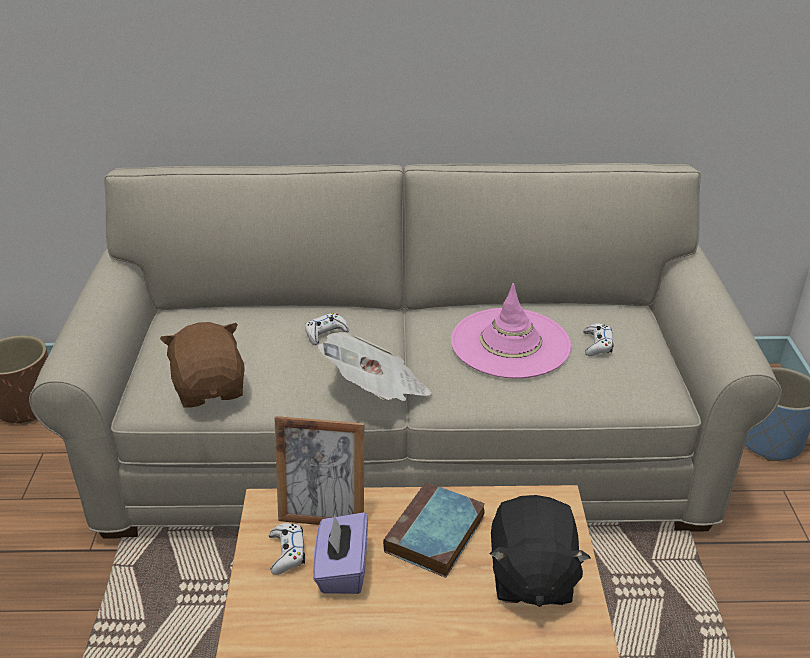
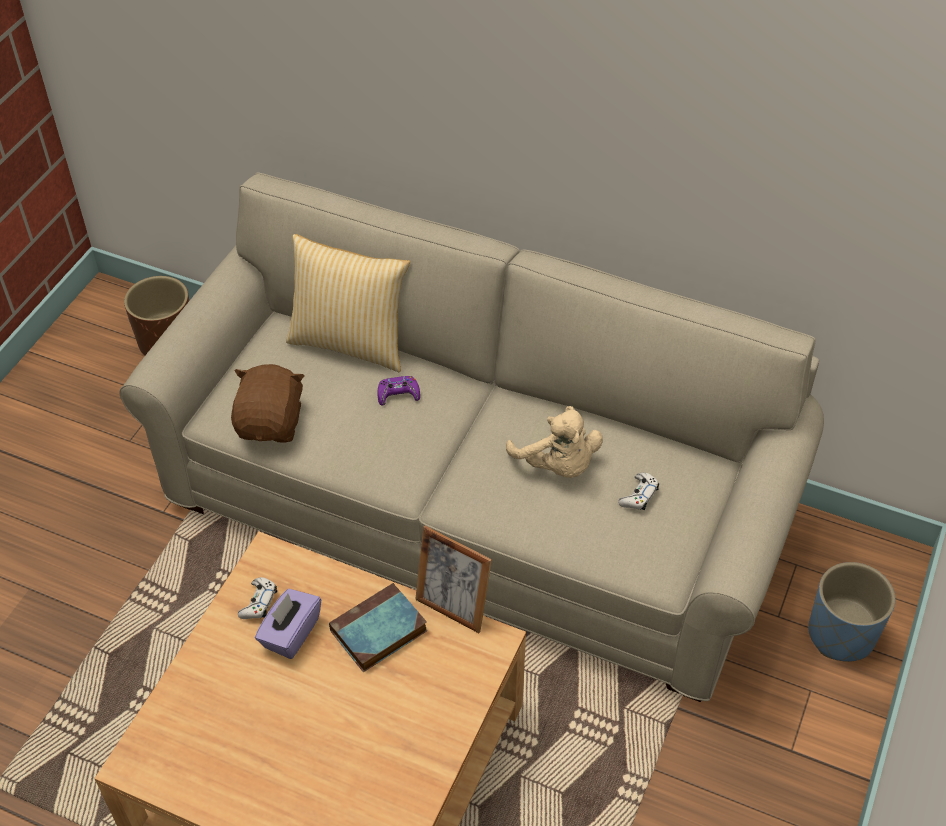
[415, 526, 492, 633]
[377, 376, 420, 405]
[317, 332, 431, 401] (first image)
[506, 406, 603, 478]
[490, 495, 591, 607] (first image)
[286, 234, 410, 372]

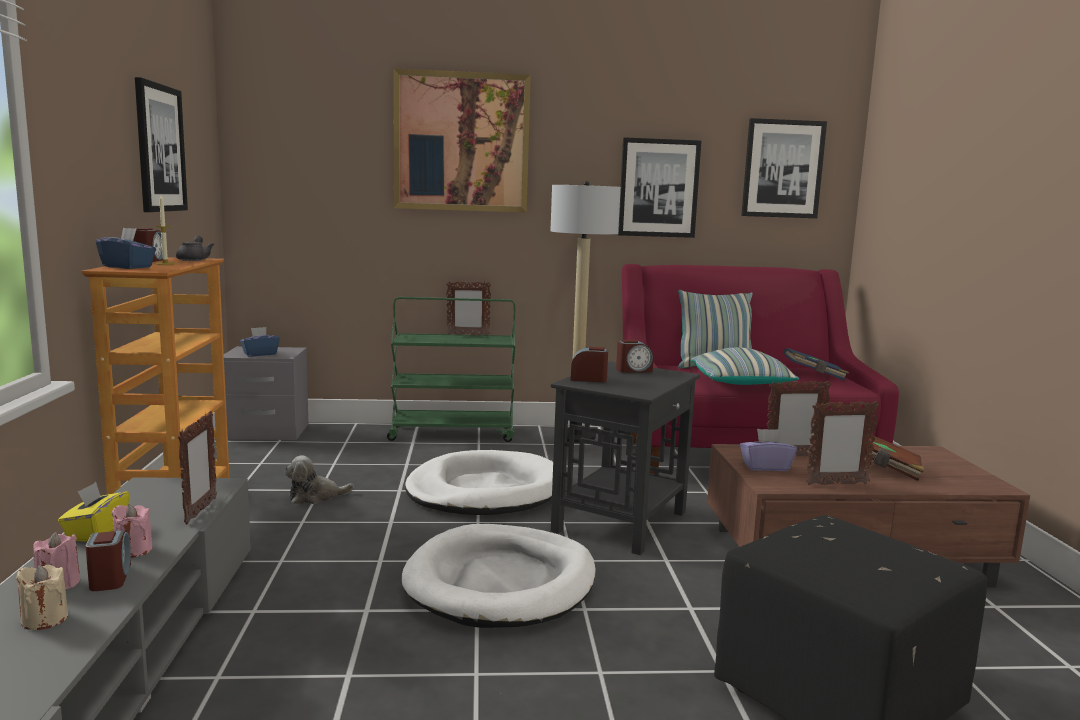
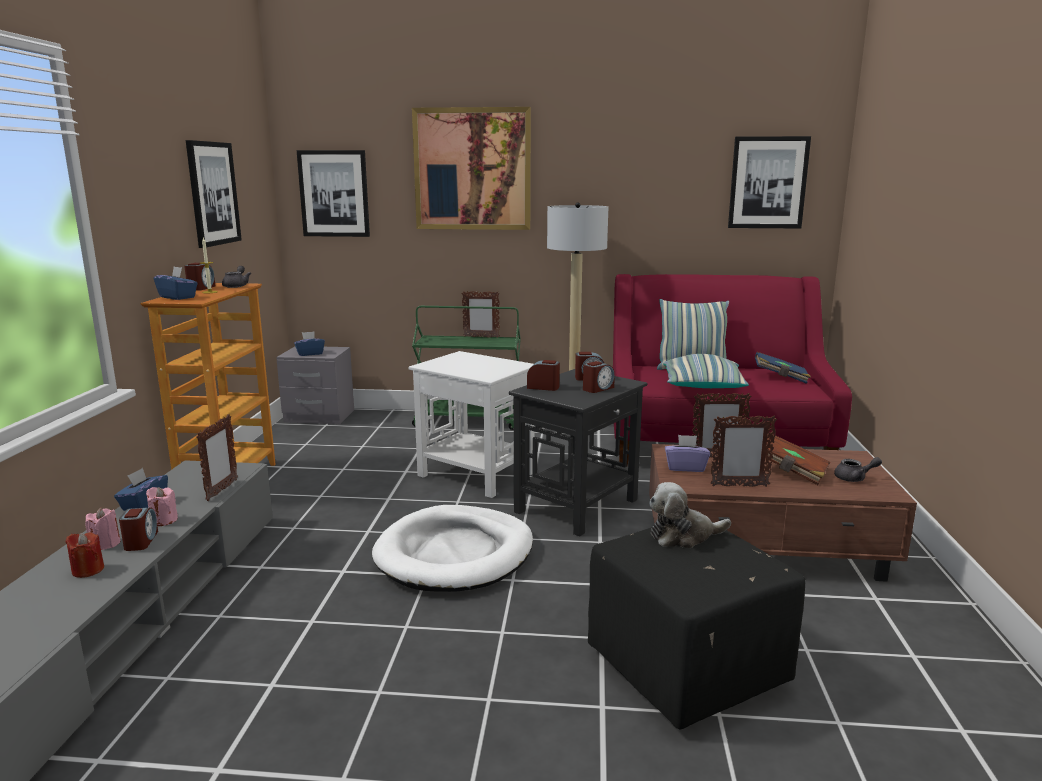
[65, 532, 104, 578]
[114, 468, 168, 511]
[649, 482, 731, 548]
[408, 351, 534, 498]
[297, 150, 370, 237]
[583, 361, 615, 393]
[834, 457, 882, 482]

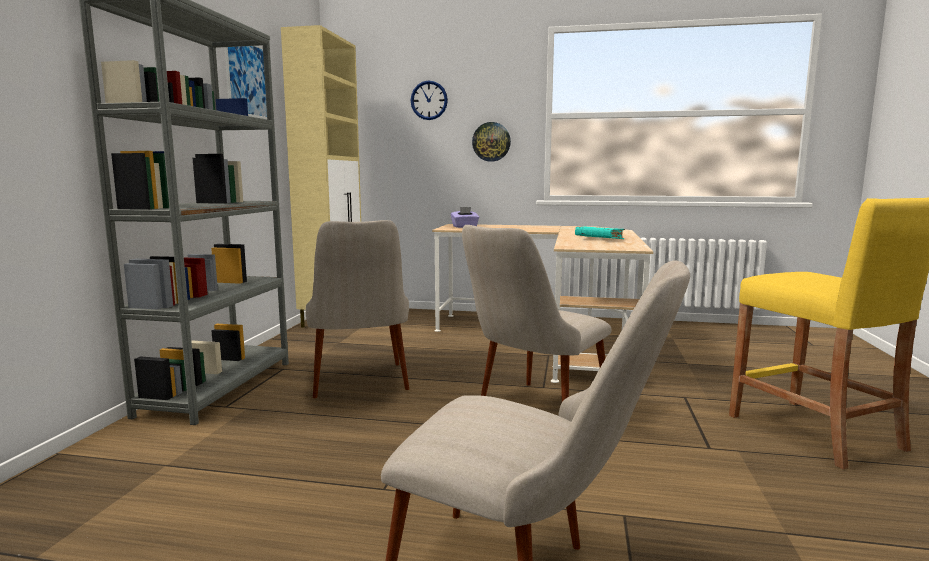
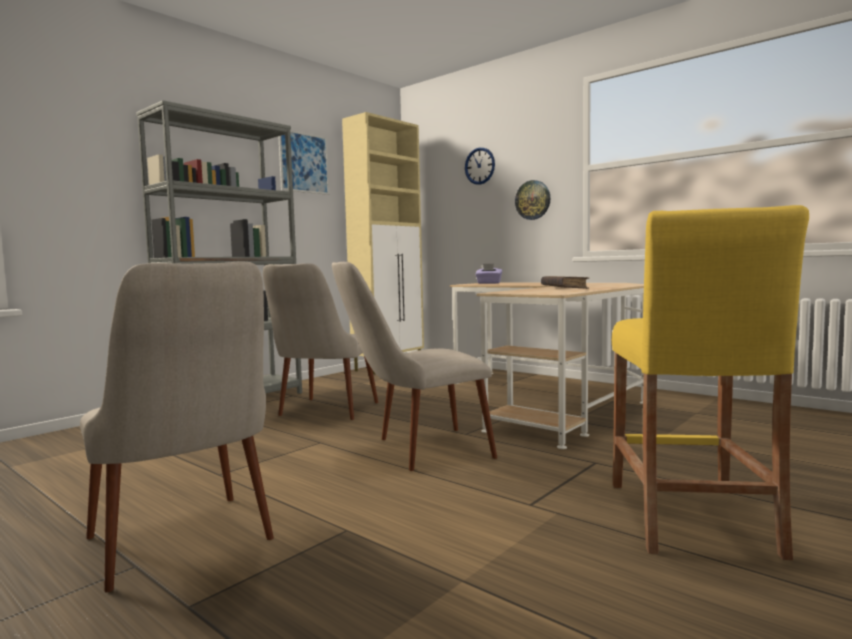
[541, 276, 589, 289]

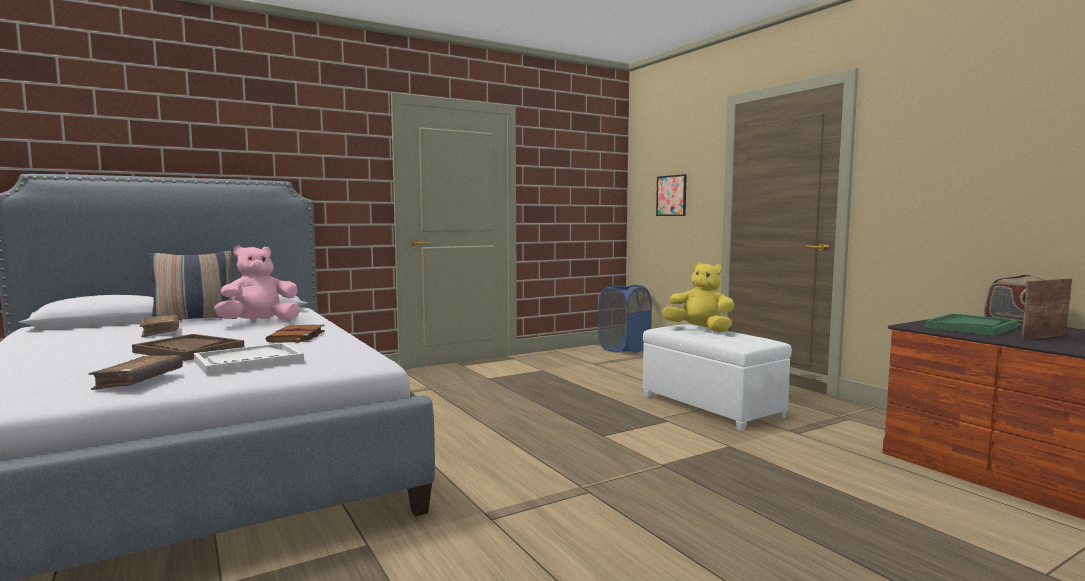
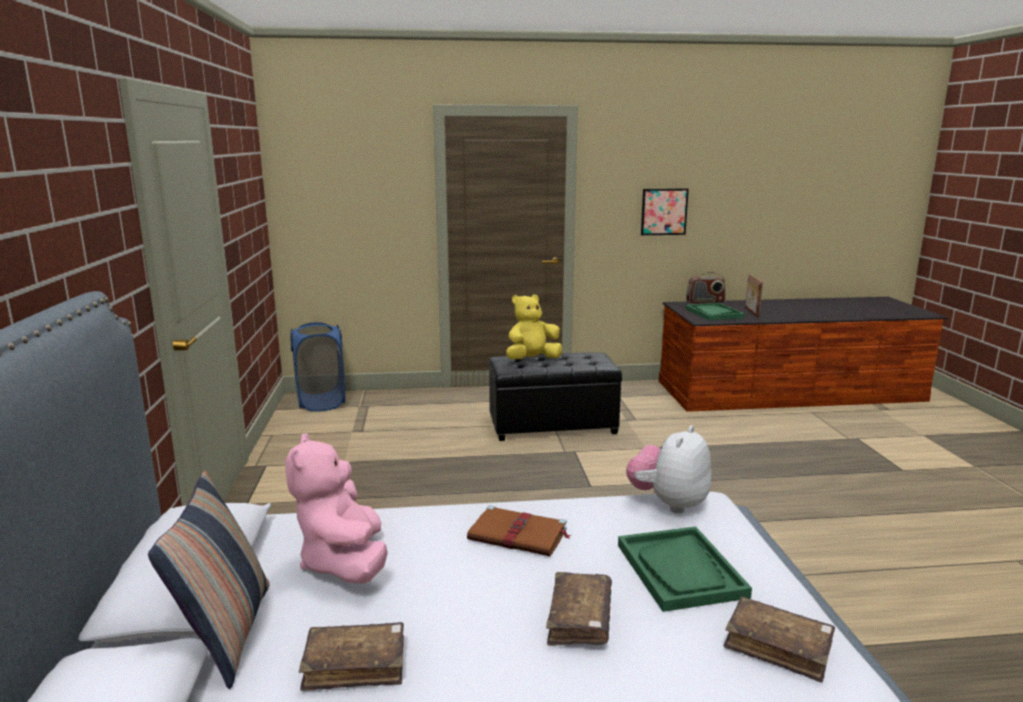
[546, 572, 612, 646]
[618, 526, 752, 612]
[488, 352, 622, 441]
[641, 189, 689, 235]
[626, 426, 711, 514]

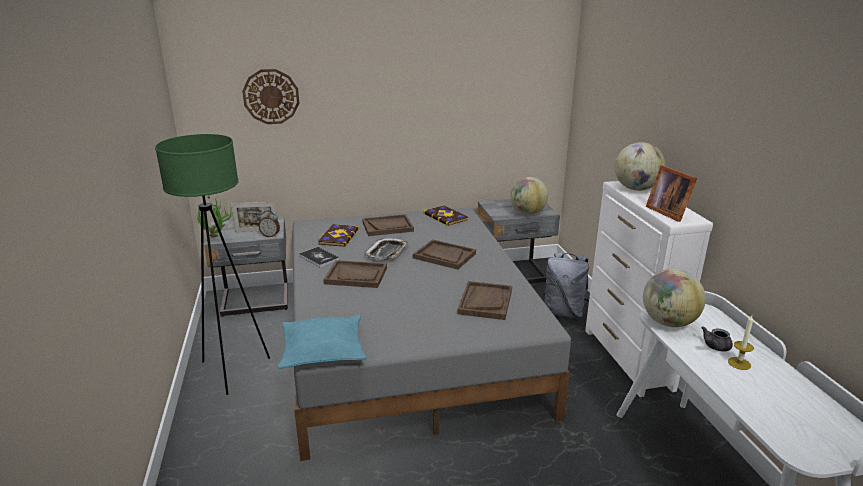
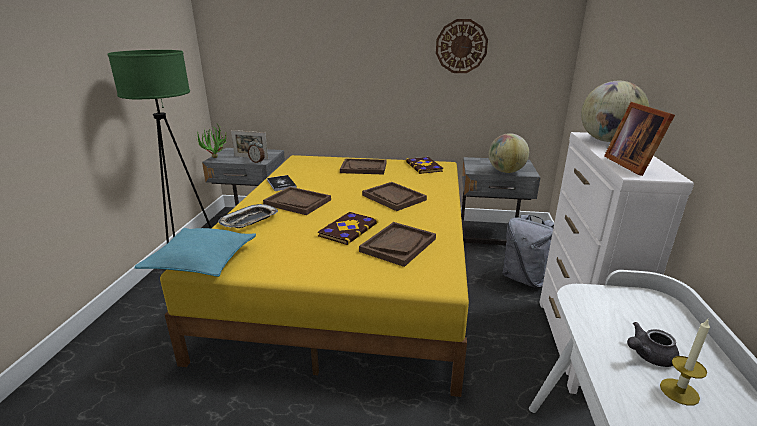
[436, 19, 488, 73]
[160, 155, 469, 397]
[318, 212, 378, 245]
[218, 204, 278, 228]
[643, 269, 706, 327] (first image)

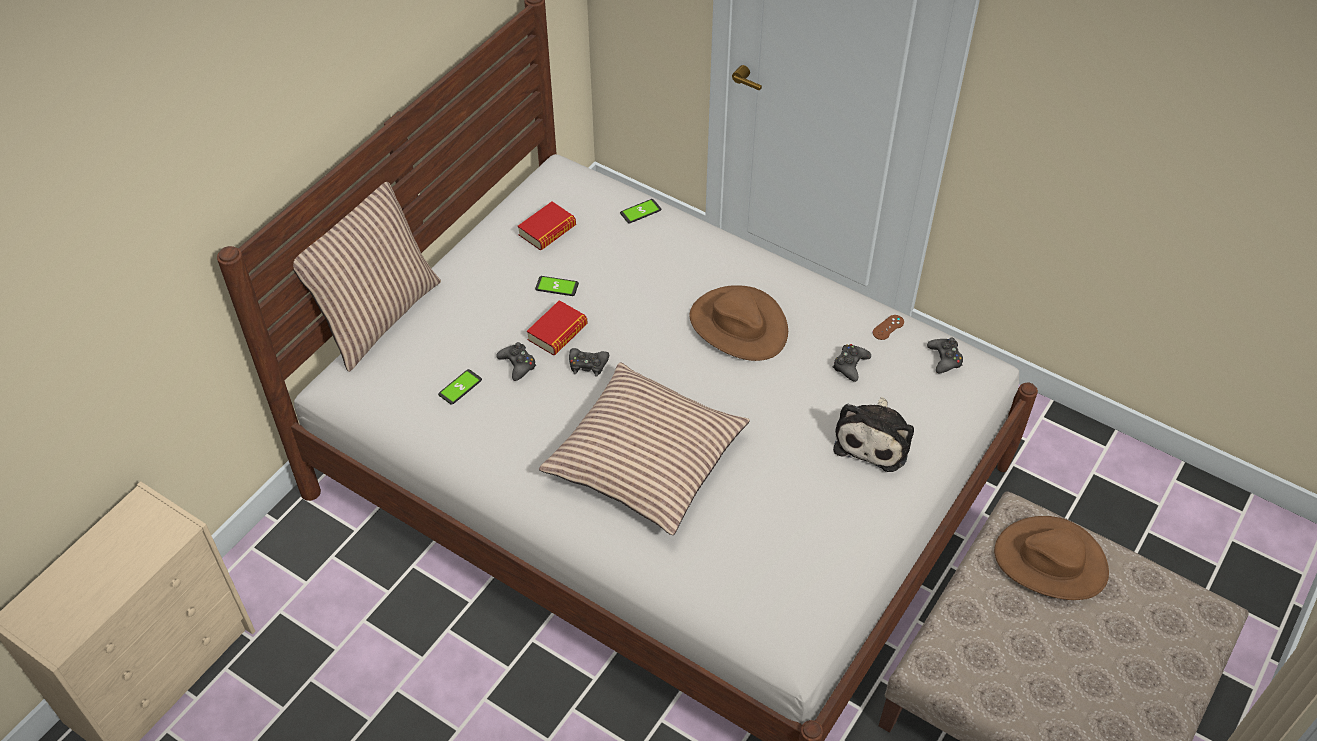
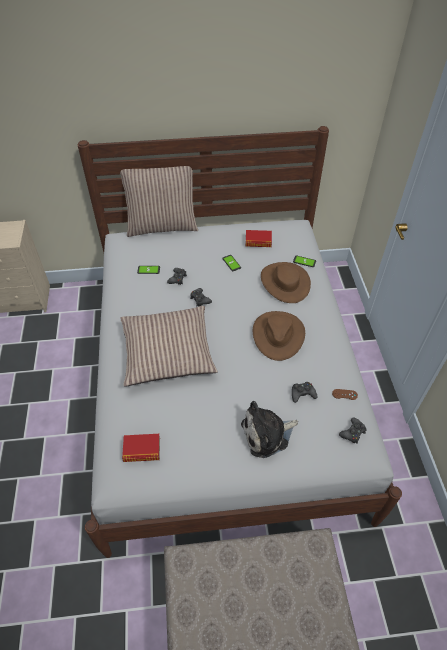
[122, 434, 160, 462]
[261, 262, 311, 303]

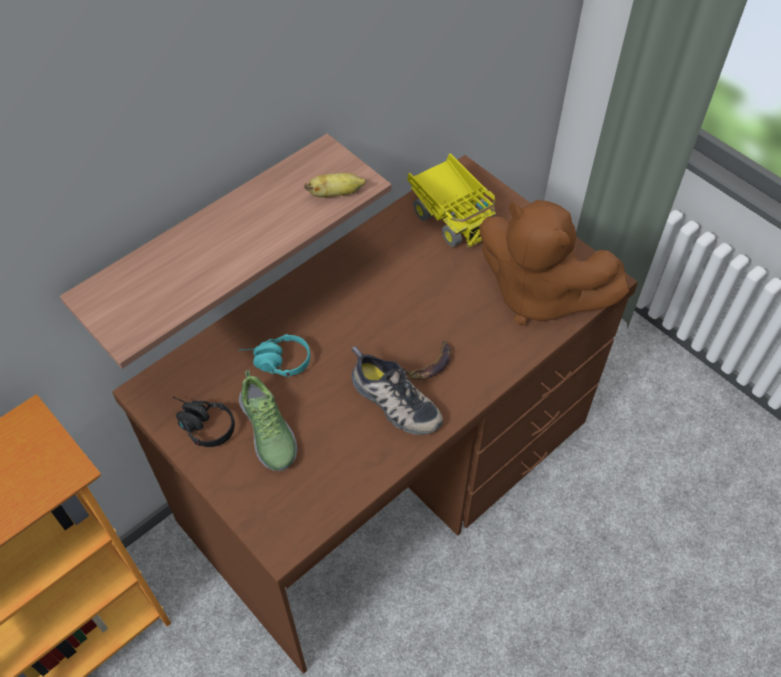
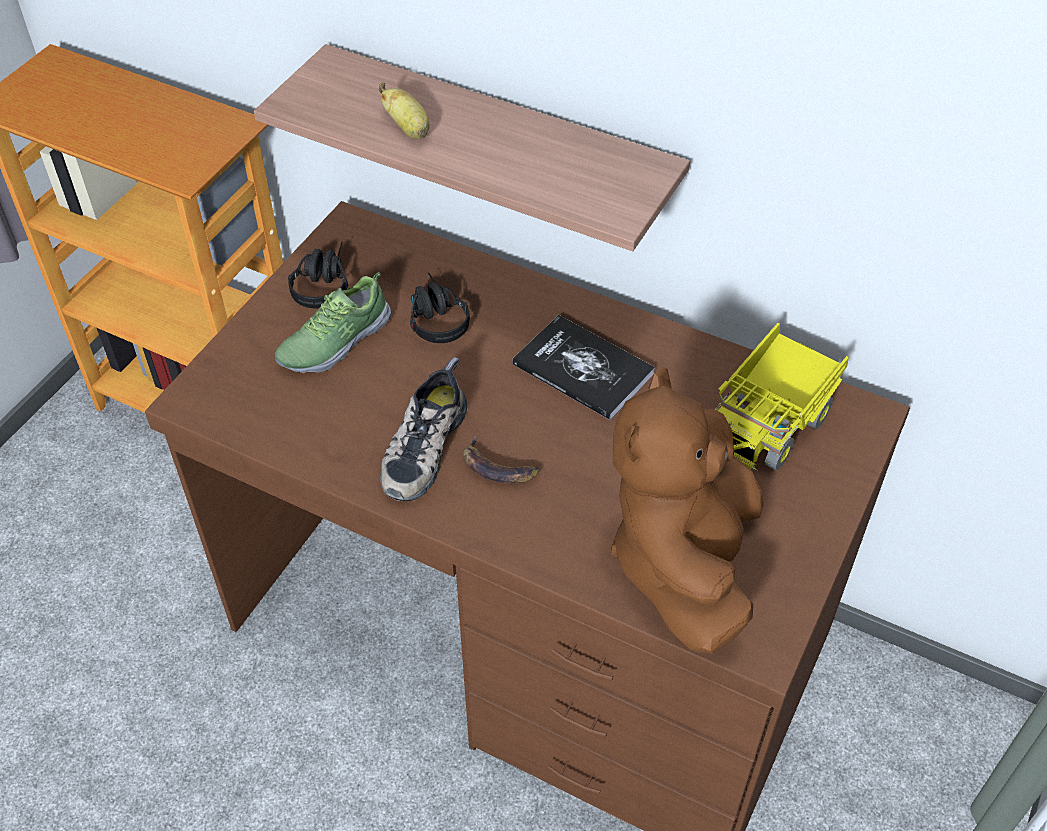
[410, 273, 470, 343]
[379, 82, 430, 139]
[512, 315, 655, 420]

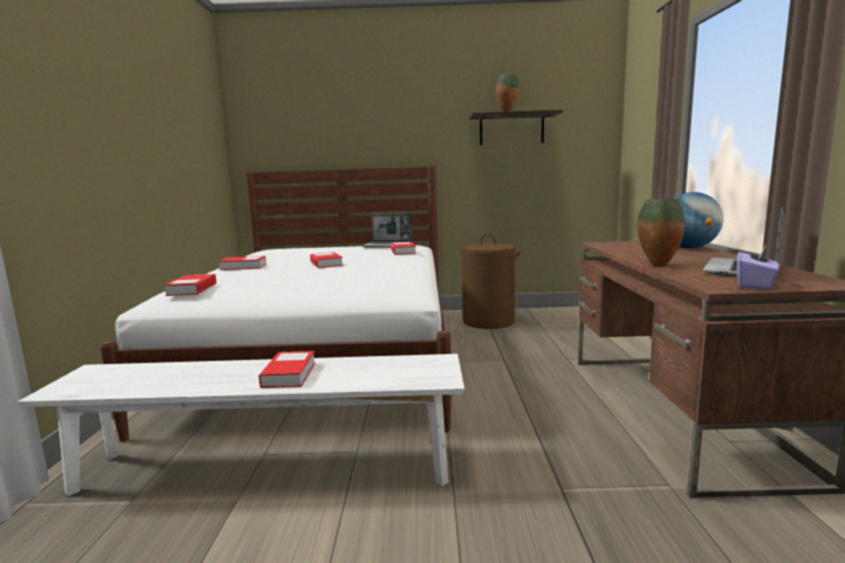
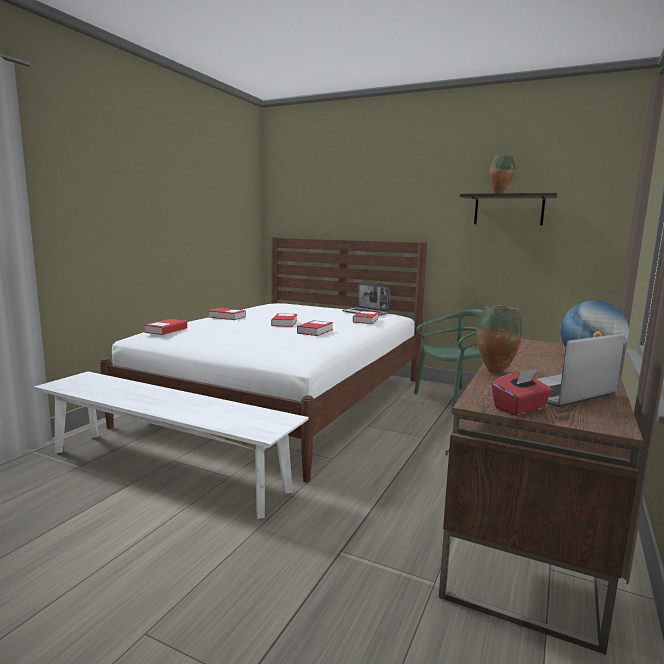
[297, 320, 333, 336]
[414, 309, 484, 412]
[492, 369, 553, 416]

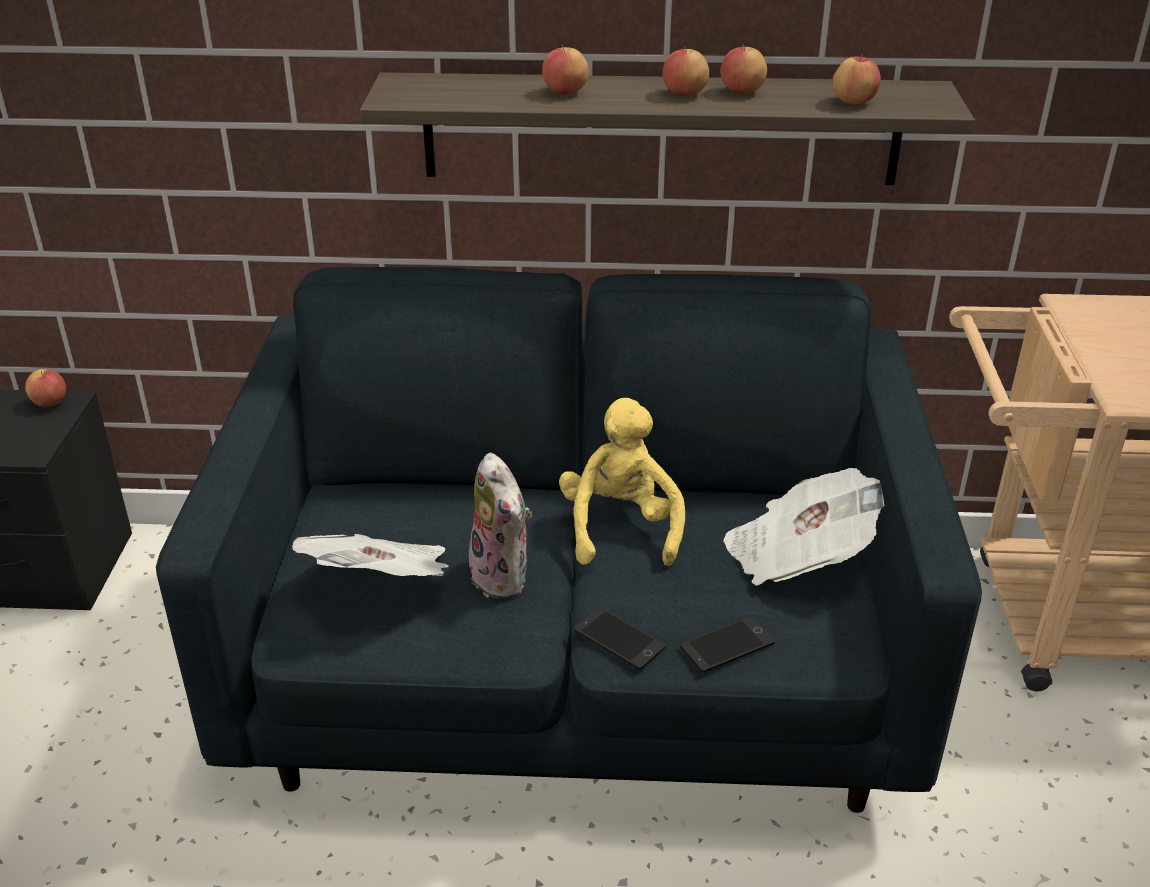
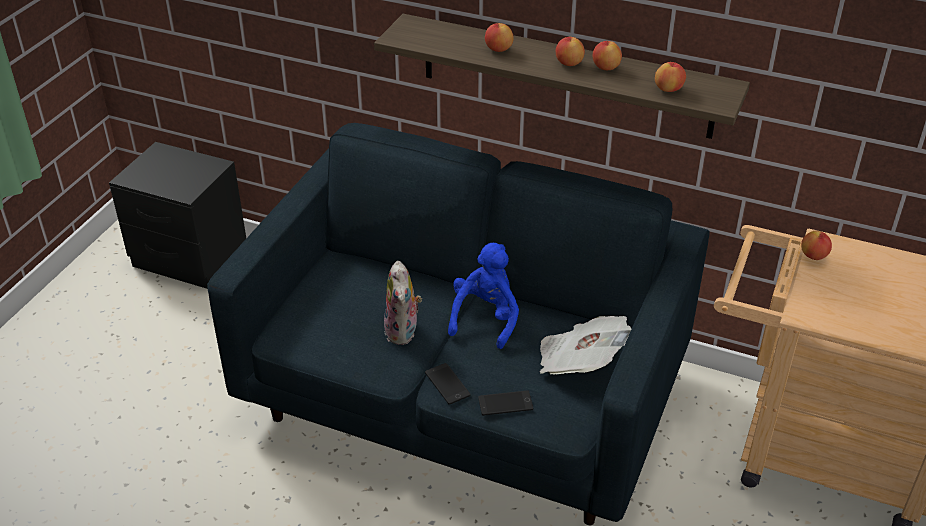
[801, 231, 832, 260]
[292, 534, 448, 576] (first image)
[448, 243, 519, 349]

